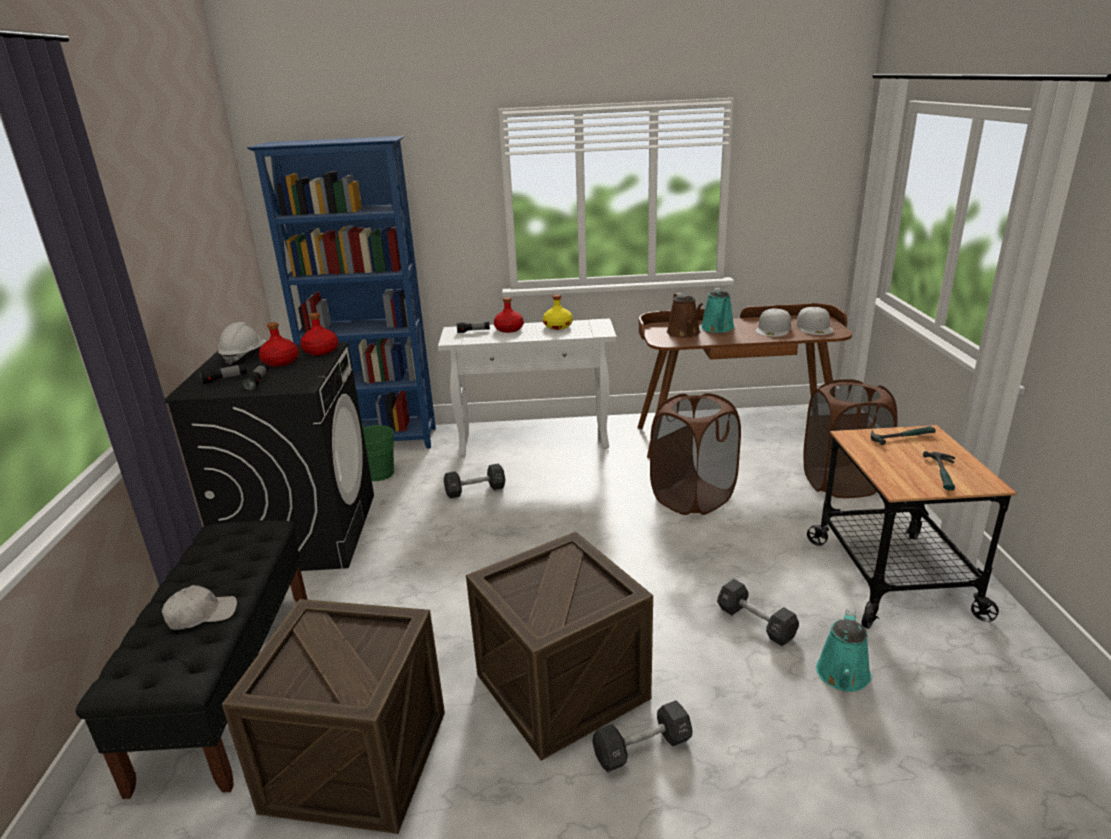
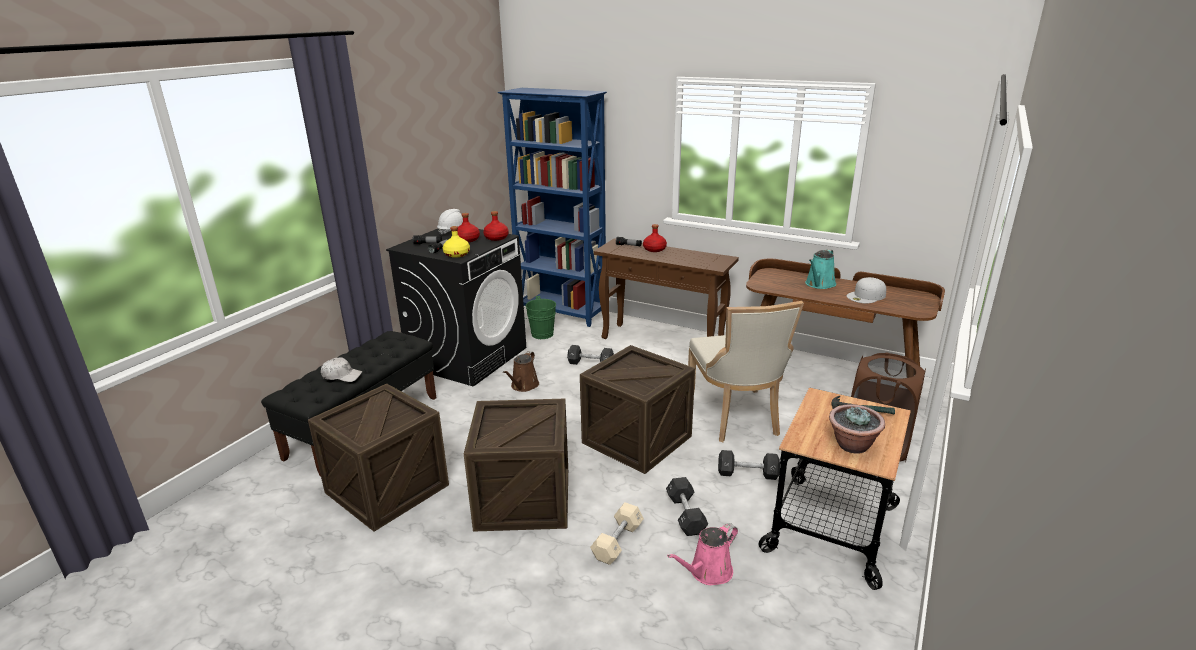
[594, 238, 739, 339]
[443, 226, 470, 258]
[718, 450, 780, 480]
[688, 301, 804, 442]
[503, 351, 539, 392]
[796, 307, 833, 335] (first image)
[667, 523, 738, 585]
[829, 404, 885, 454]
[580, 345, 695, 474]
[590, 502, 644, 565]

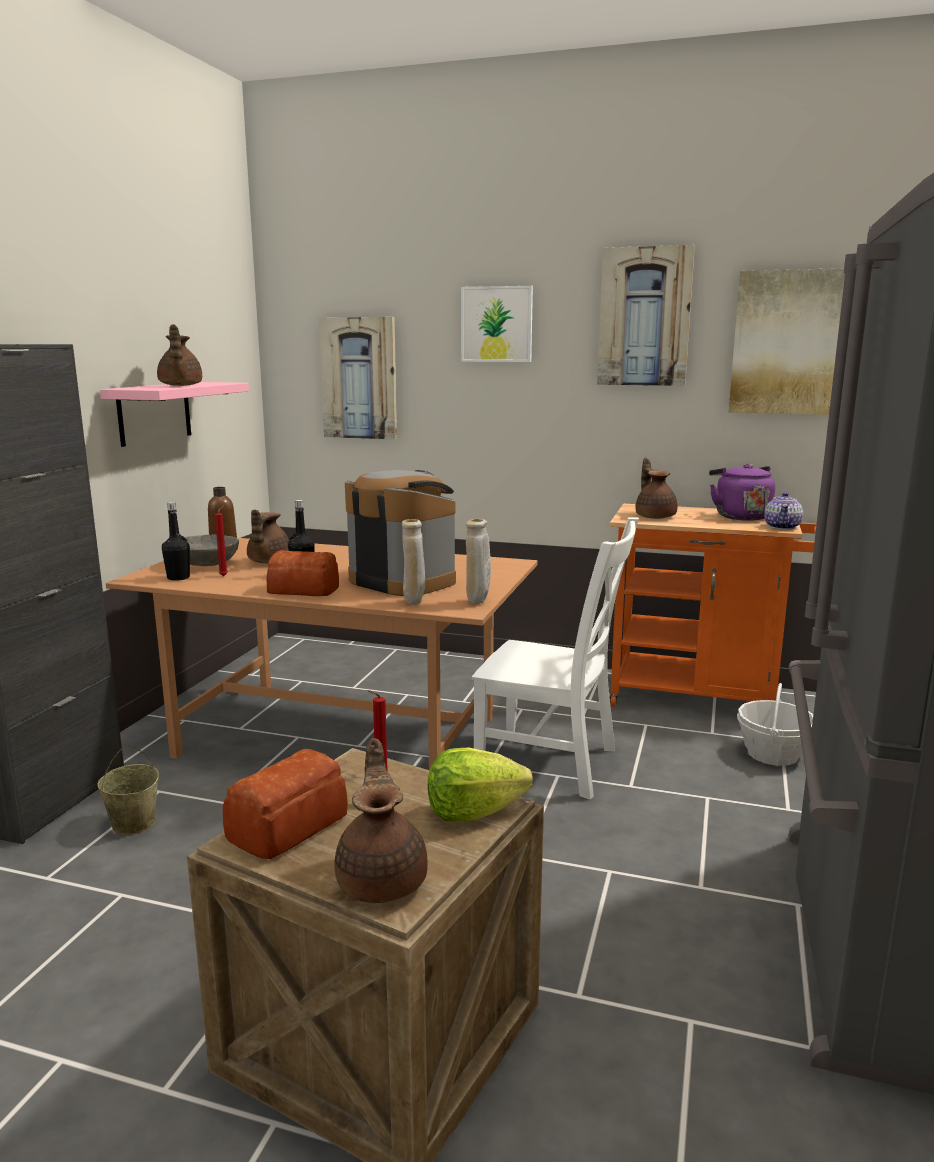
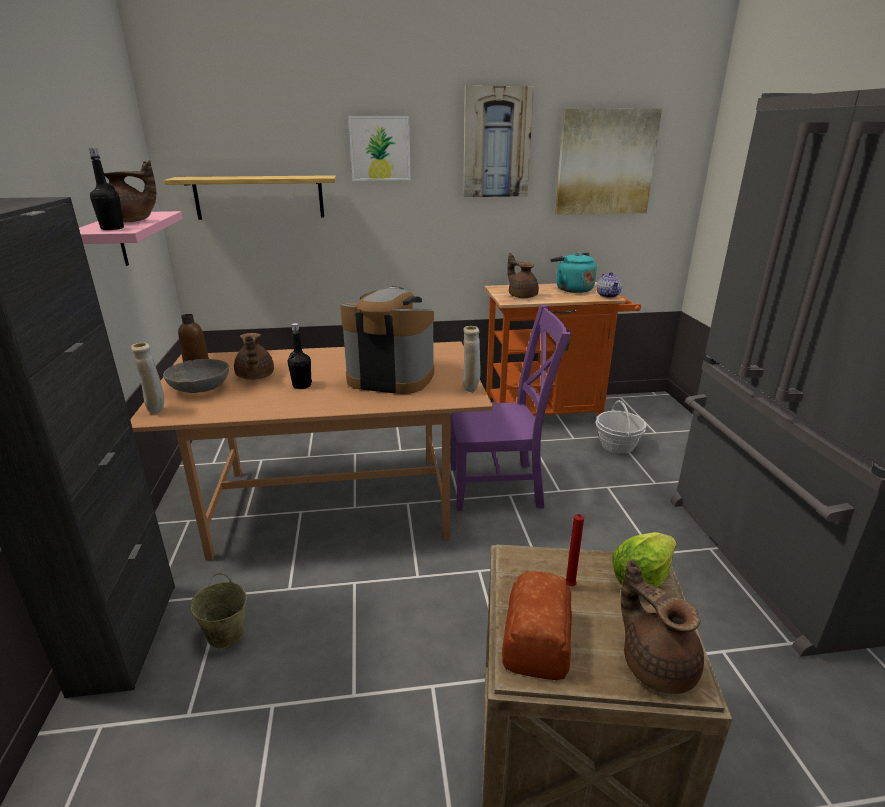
[104, 160, 156, 222]
[89, 148, 124, 230]
[215, 506, 228, 576] (first image)
[266, 550, 339, 596] (first image)
[164, 175, 336, 220]
[131, 343, 164, 413]
[451, 305, 571, 511]
[551, 252, 597, 293]

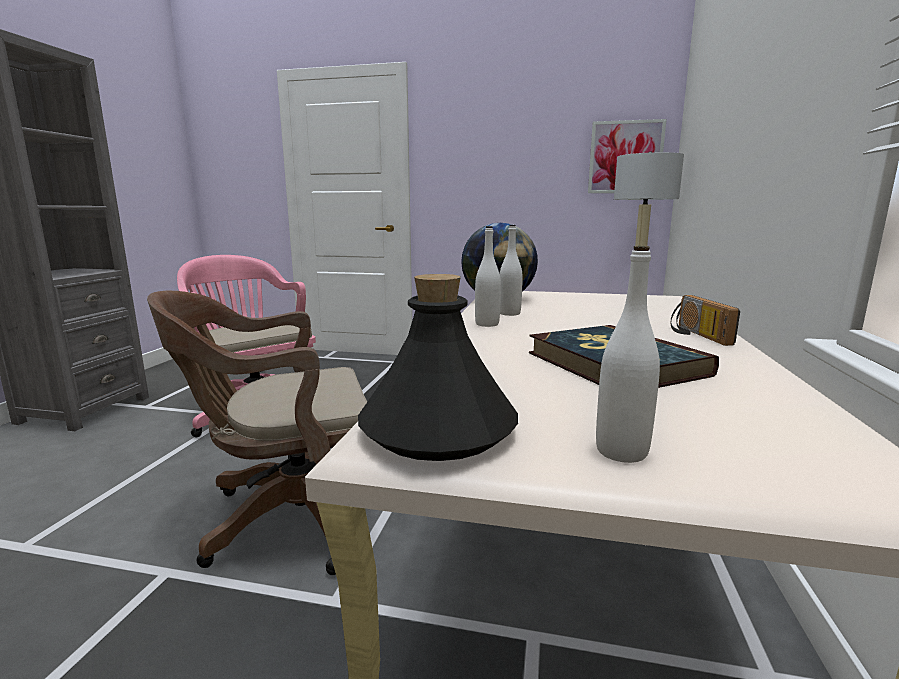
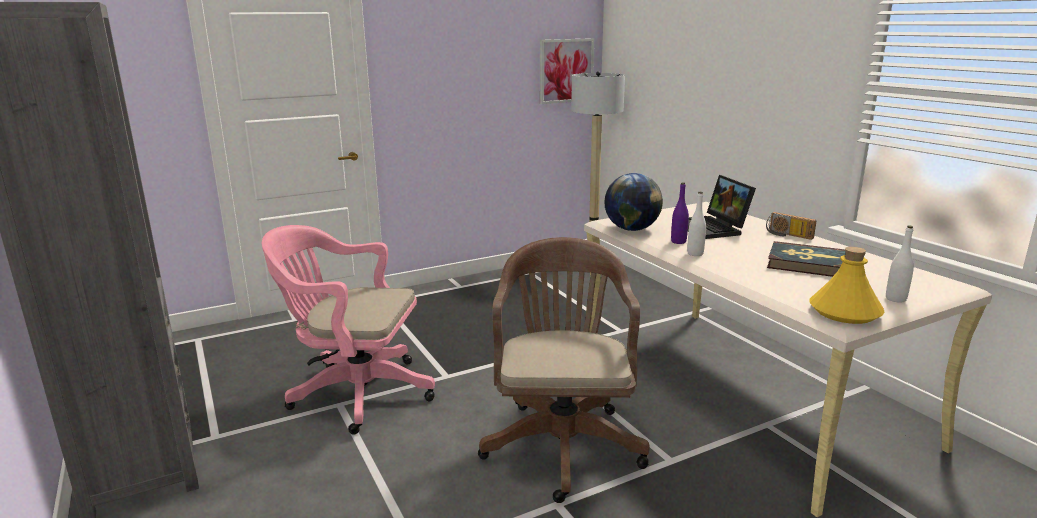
[478, 237, 650, 503]
[809, 247, 885, 324]
[671, 183, 689, 244]
[688, 175, 756, 239]

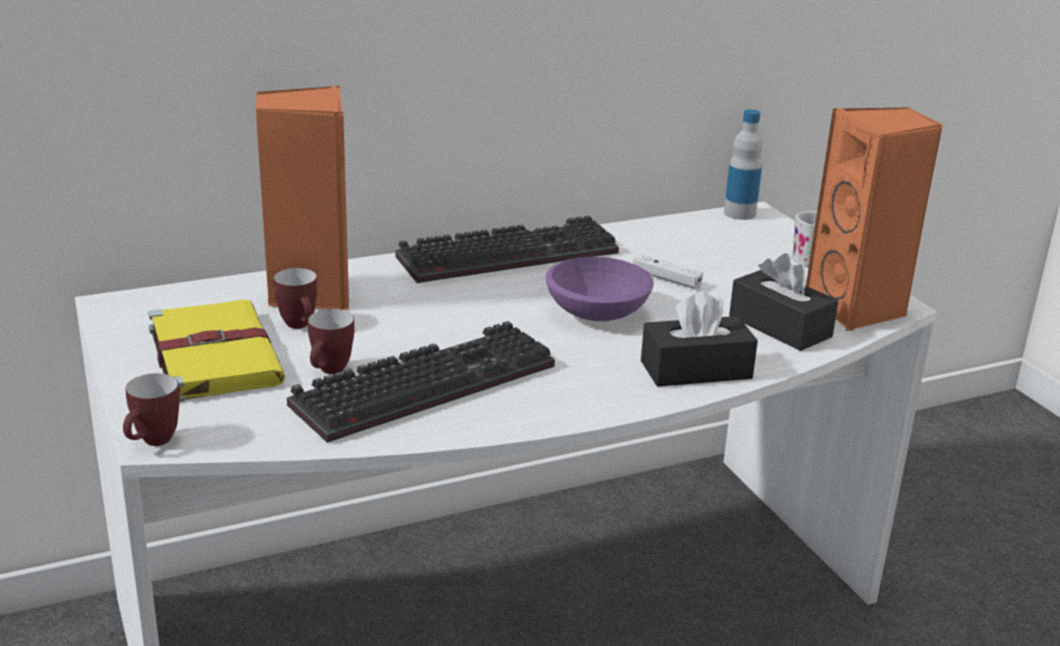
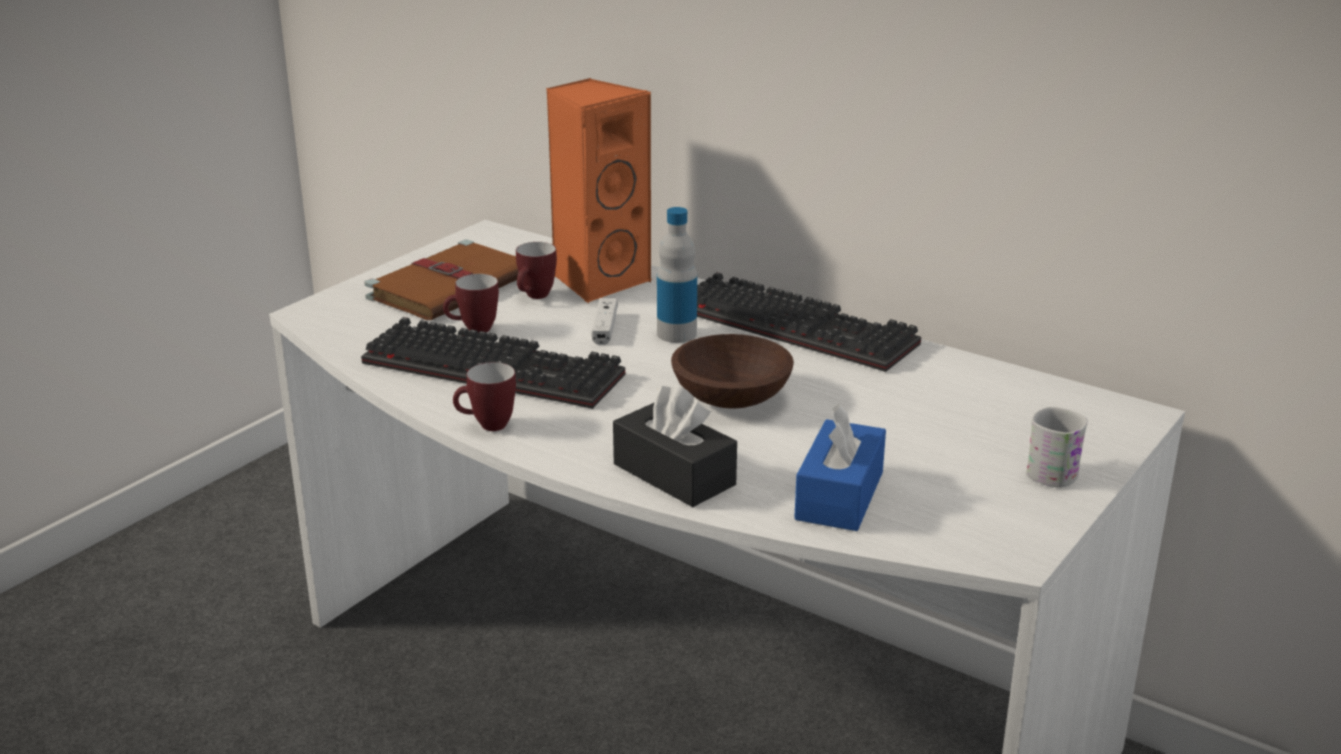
[453, 362, 516, 431]
[364, 240, 519, 320]
[671, 334, 794, 409]
[592, 298, 618, 345]
[657, 207, 697, 343]
[794, 404, 886, 531]
[806, 107, 943, 331] (first image)

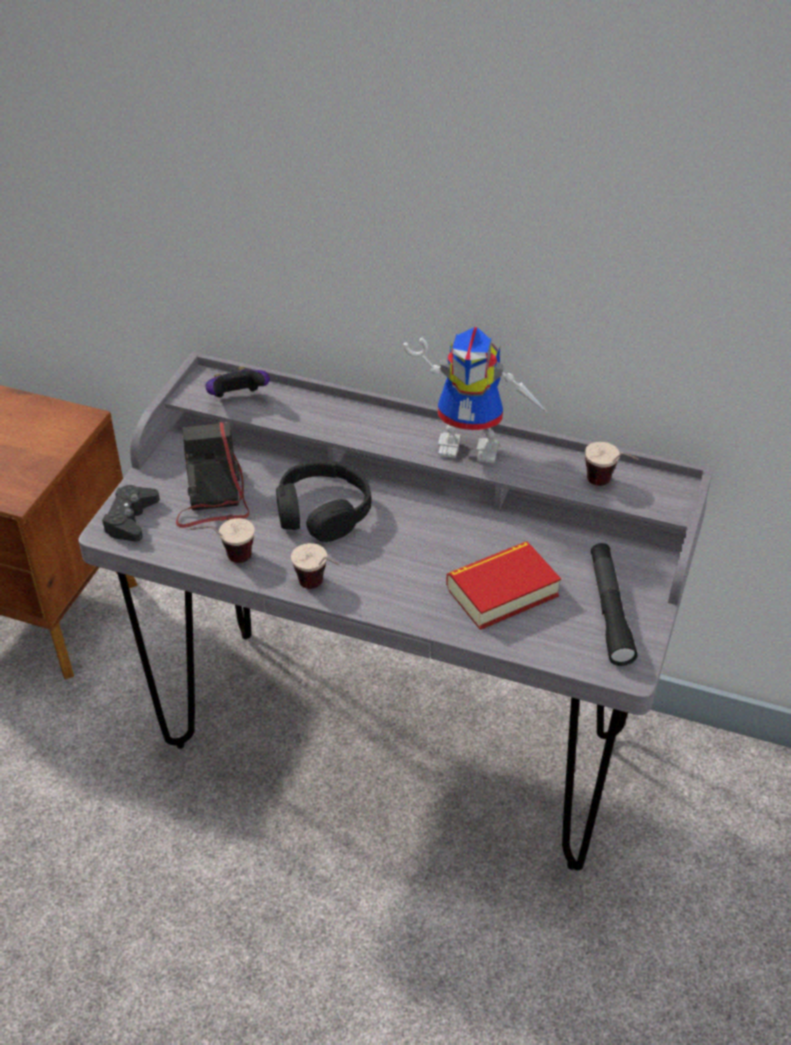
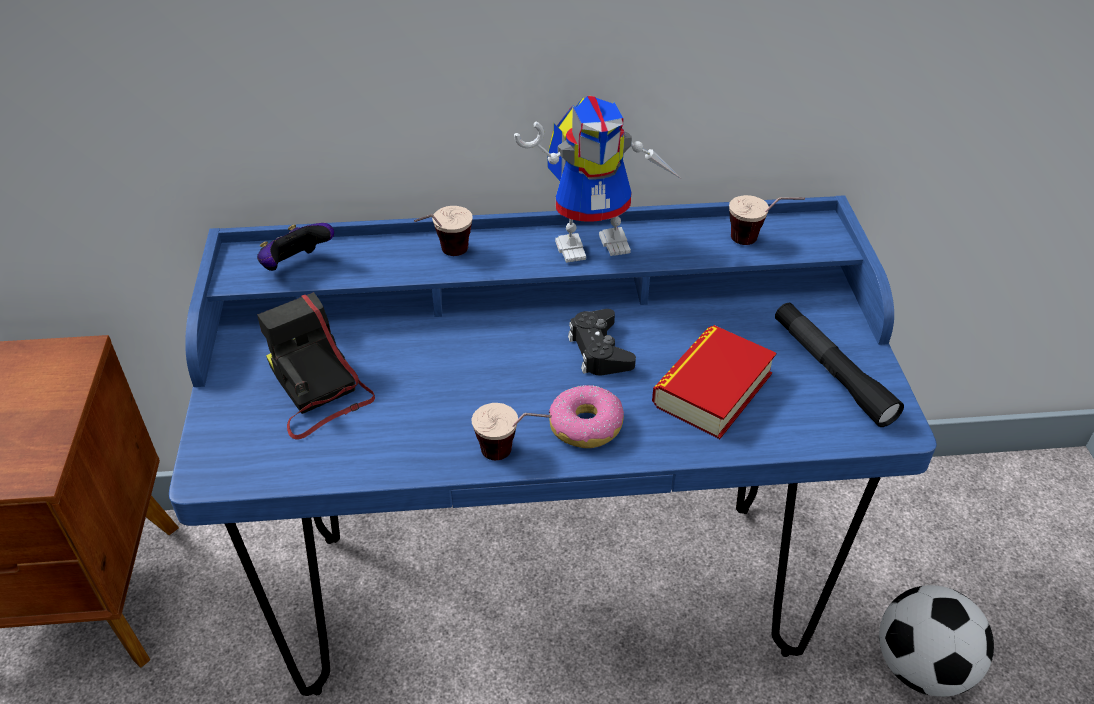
[169, 195, 937, 696]
[568, 309, 636, 375]
[414, 206, 473, 256]
[276, 460, 372, 542] (first image)
[549, 385, 624, 448]
[879, 585, 994, 697]

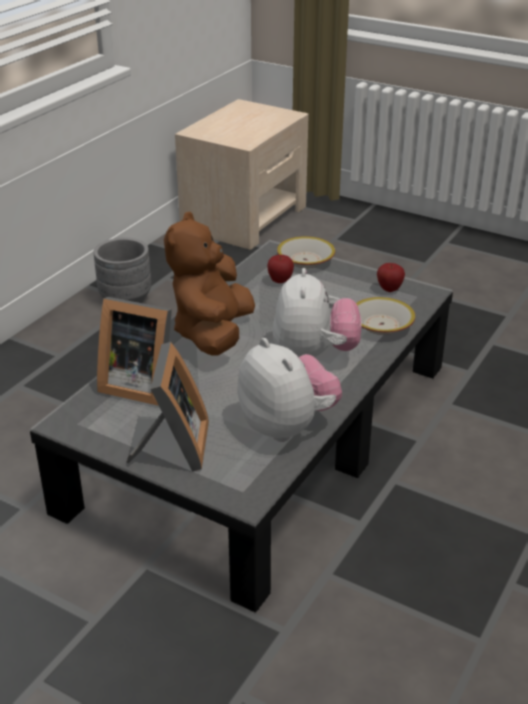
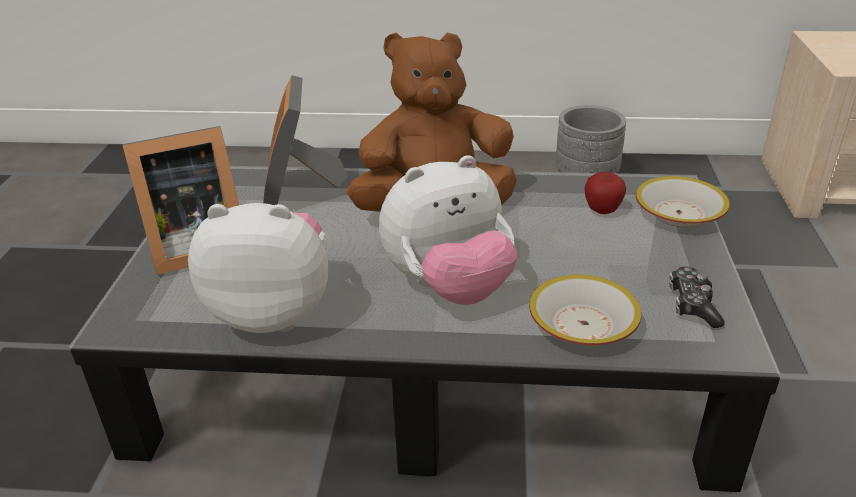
[188, 203, 328, 333]
[669, 266, 725, 328]

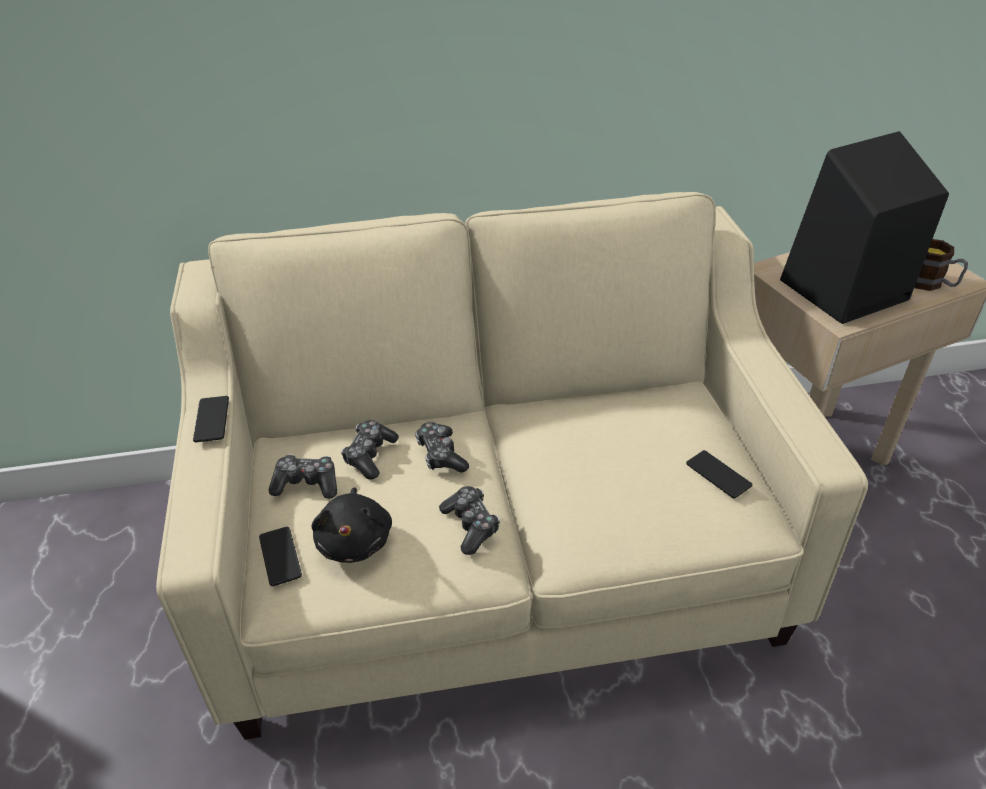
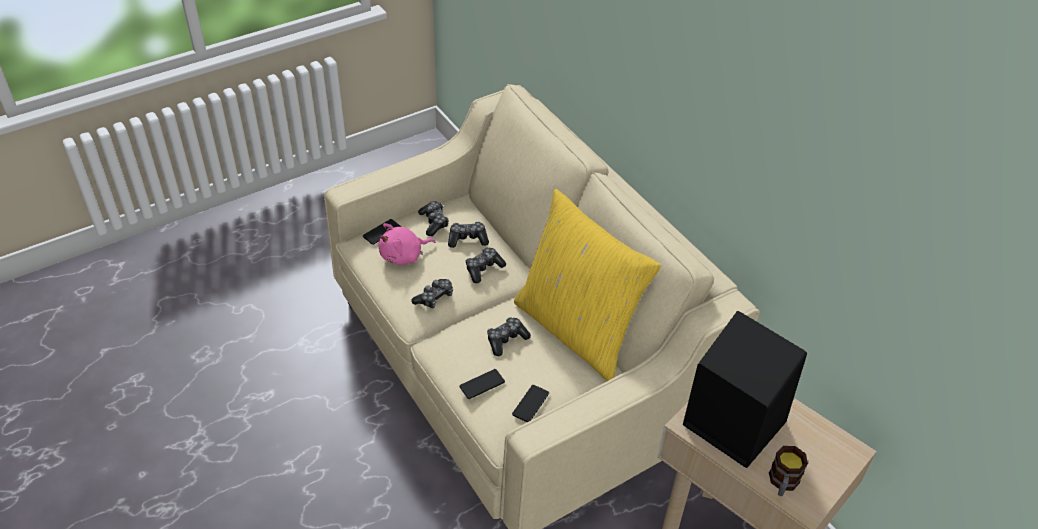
[459, 369, 505, 399]
[379, 223, 436, 265]
[487, 317, 531, 356]
[514, 189, 661, 381]

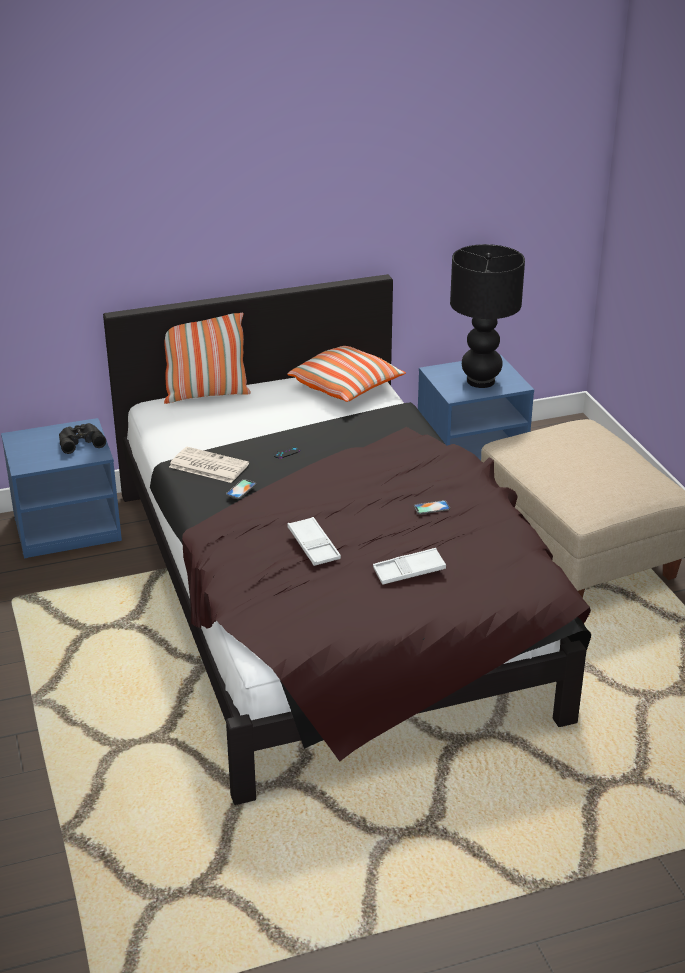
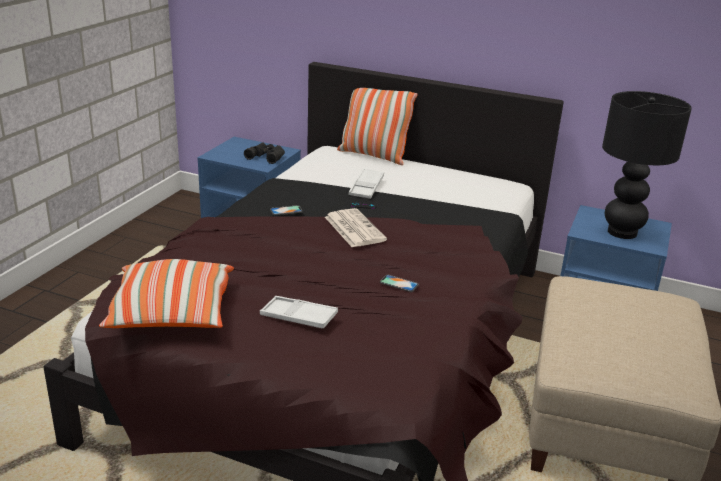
[325, 208, 387, 247]
[99, 259, 234, 328]
[348, 168, 384, 199]

